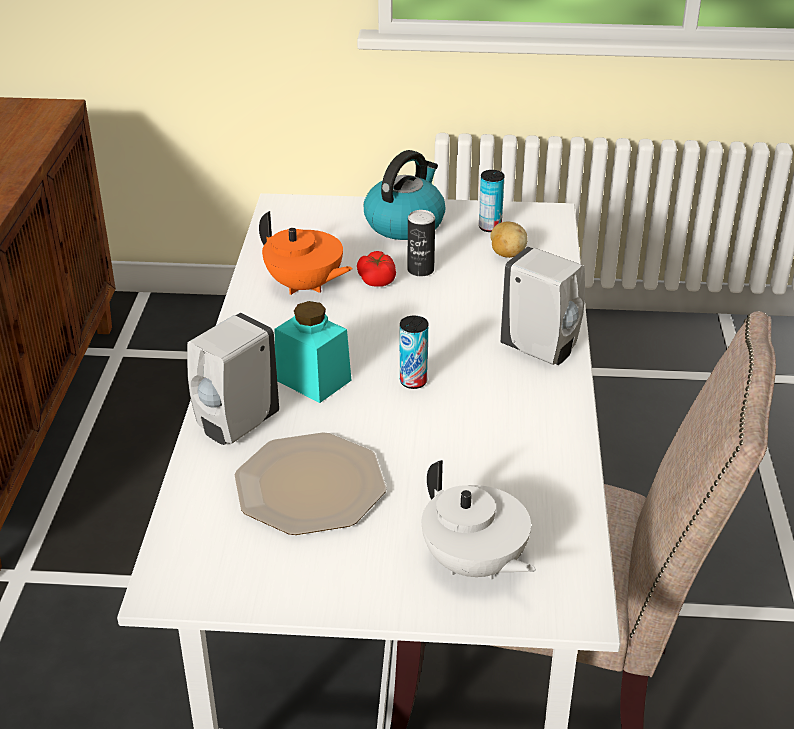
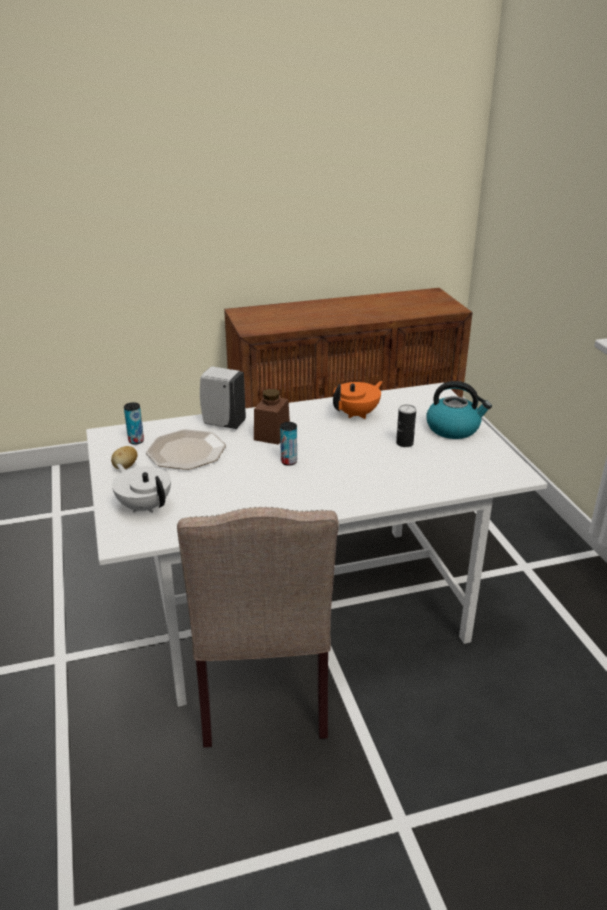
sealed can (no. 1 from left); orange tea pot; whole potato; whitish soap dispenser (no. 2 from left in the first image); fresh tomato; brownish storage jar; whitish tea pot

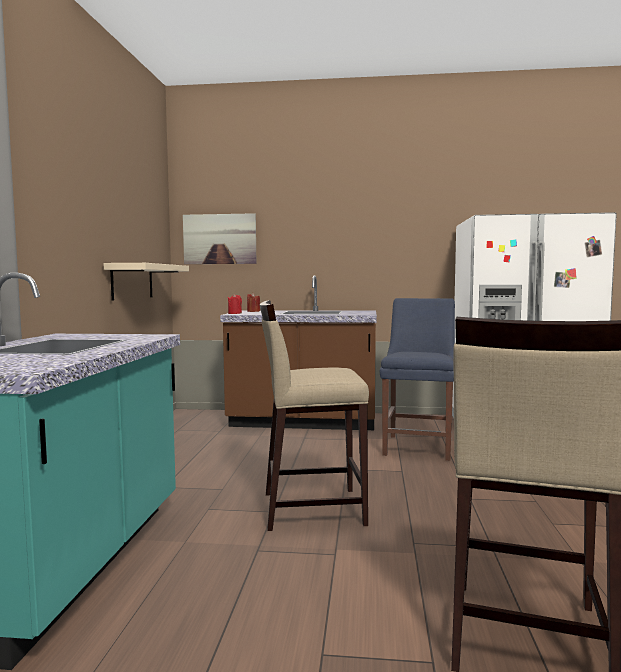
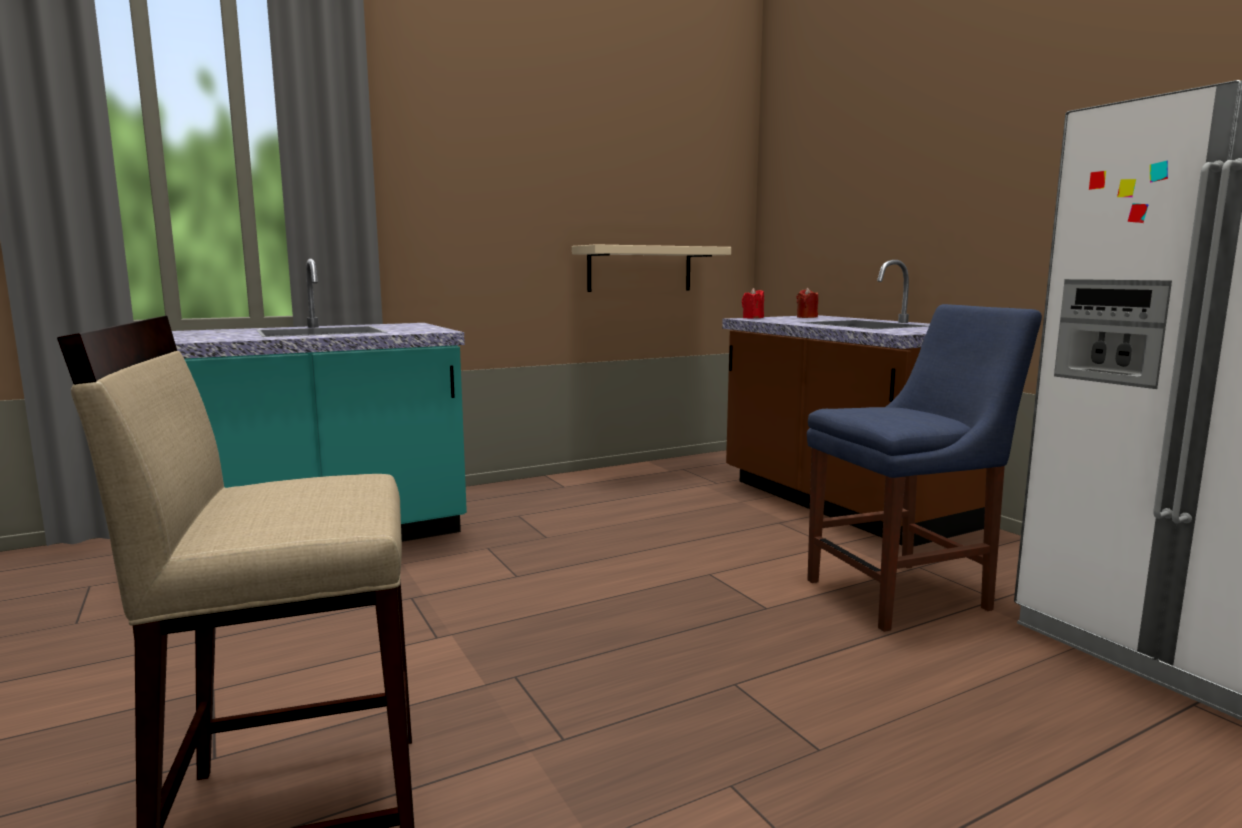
picture; beige stool seat (no. 1 from left in the first image)

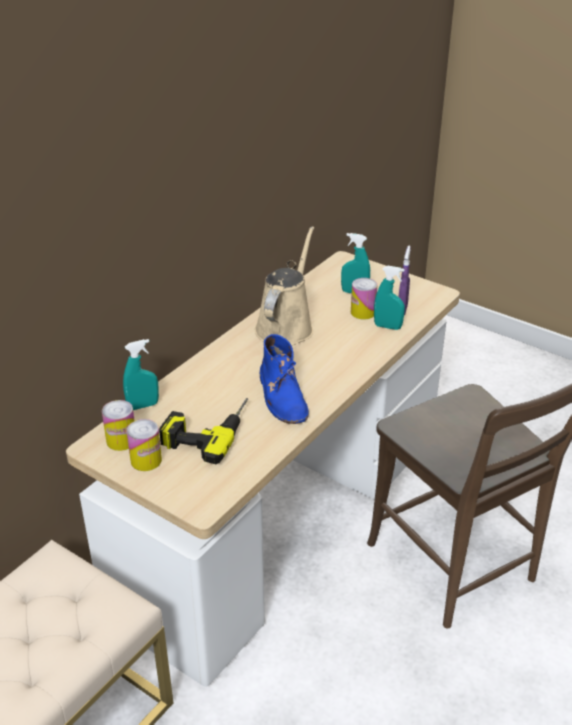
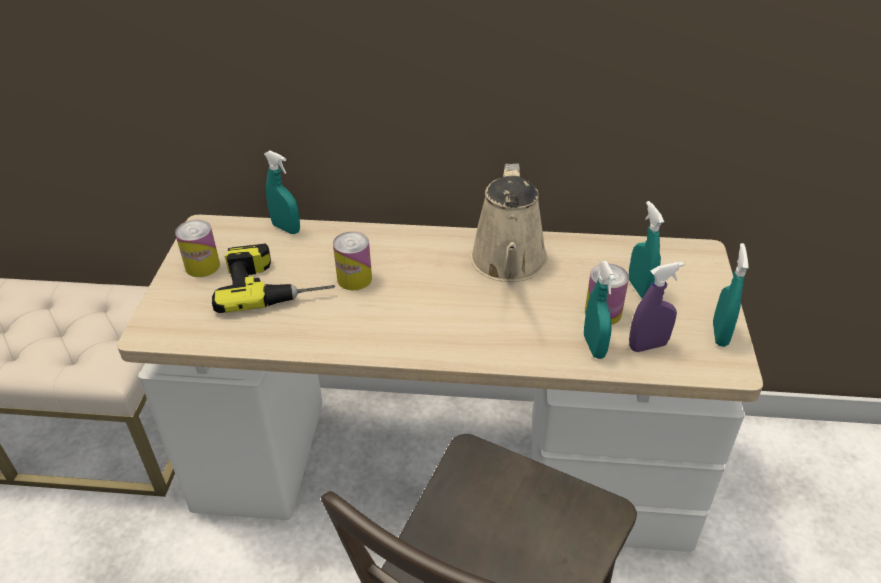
beige watering pot; blue boot; sealed can (no. 2 from left); blue-green hand sprayer (no. 4 from left)

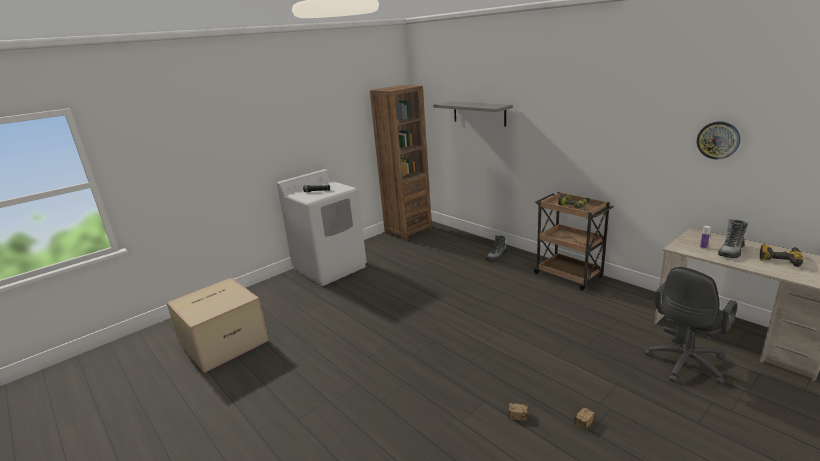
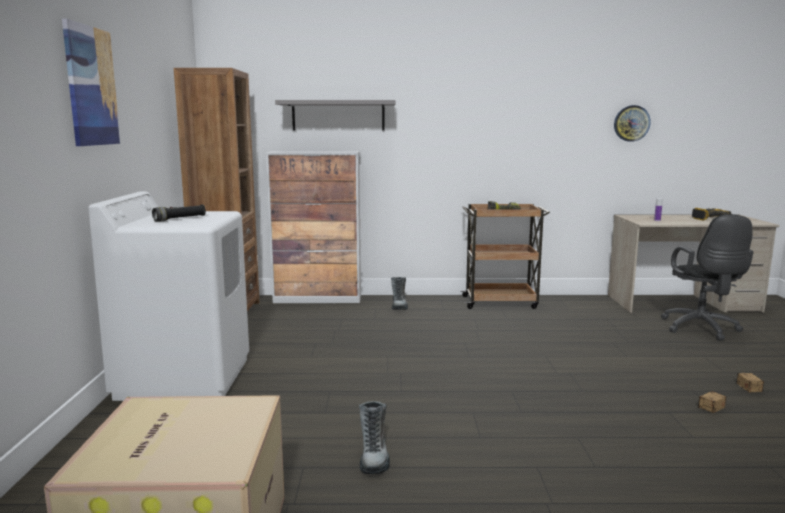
boot (no. 1 from left); picture; cabinet

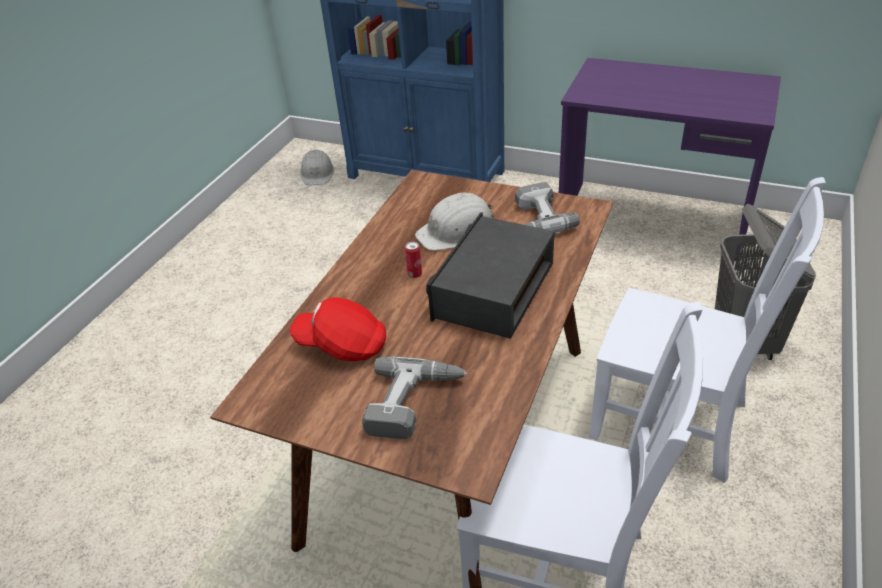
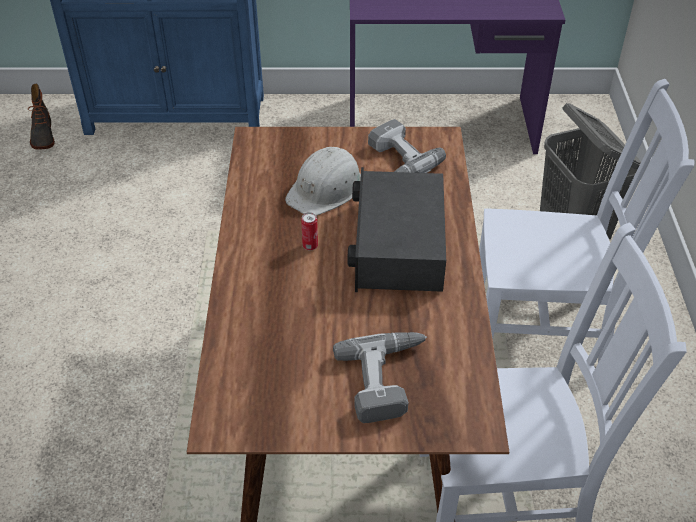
boot; red-coloured baseball cap

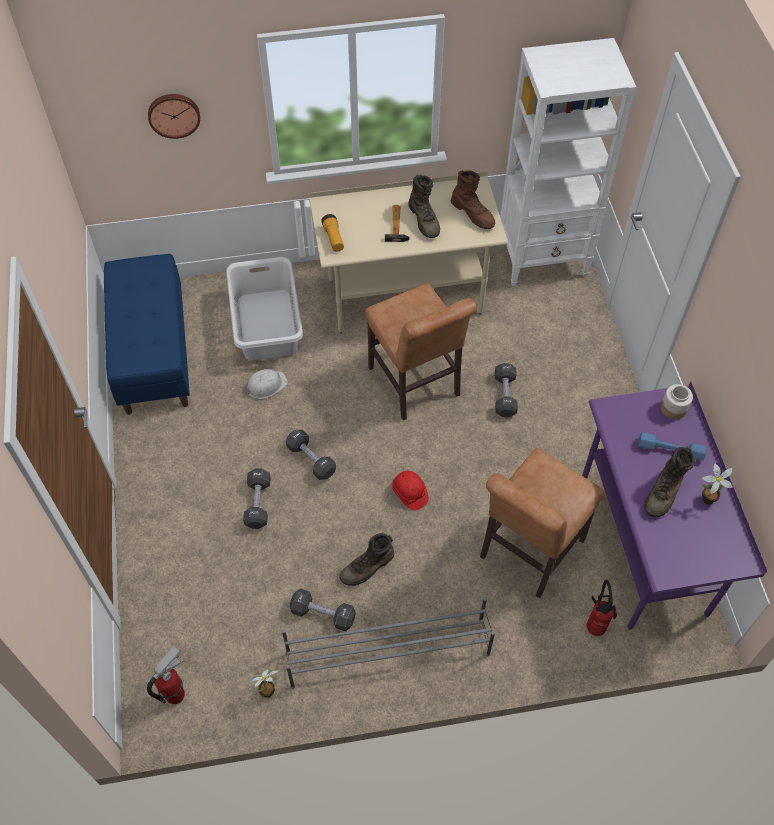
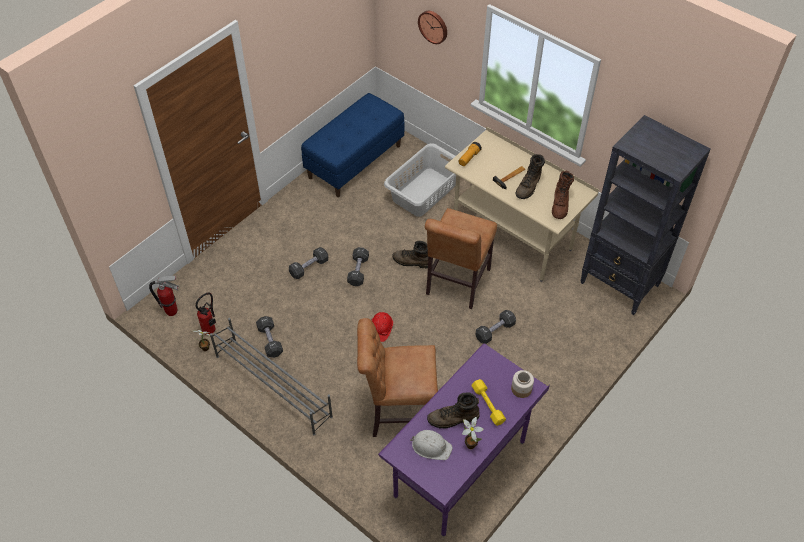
black bookcase; whitish safety helmet; yellowish free weight; brownish boot (no. 1 from left); extinguisher (no. 2 from left)

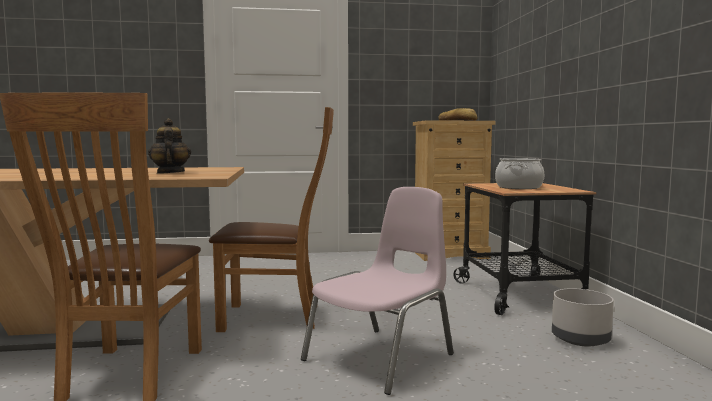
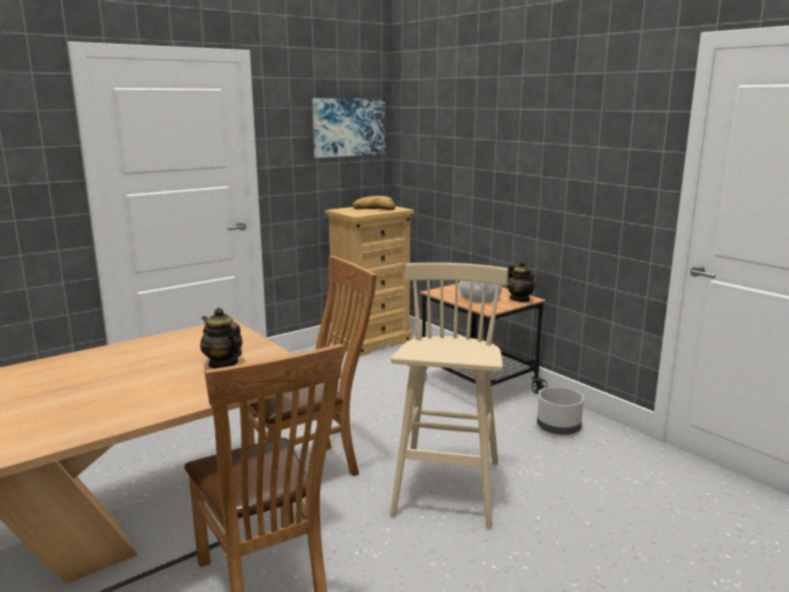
beige stool seat; picture; tea pot (no. 2 from left)

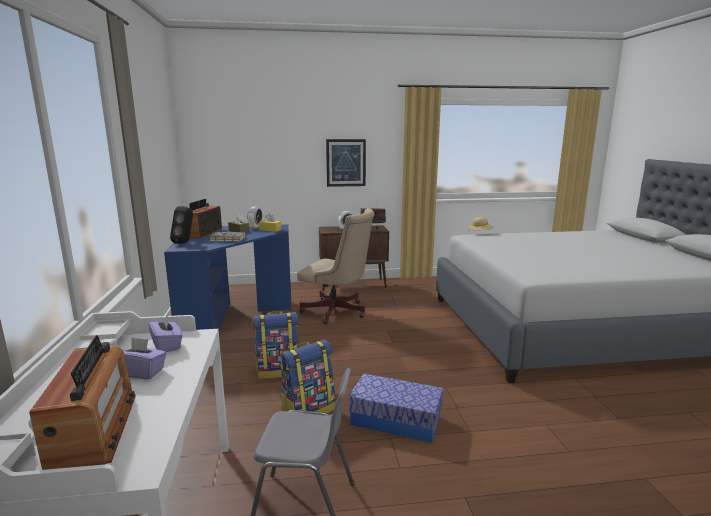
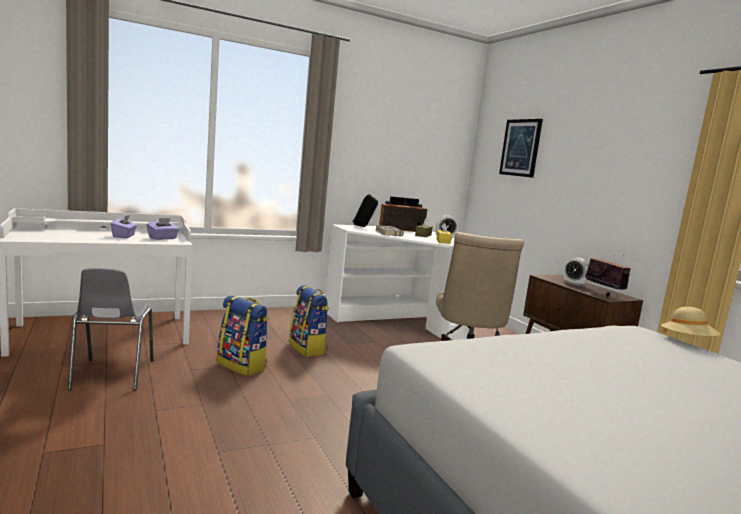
picture; whitish desk (no. 2 from left); radio set (no. 1 from left in the first image); storage container

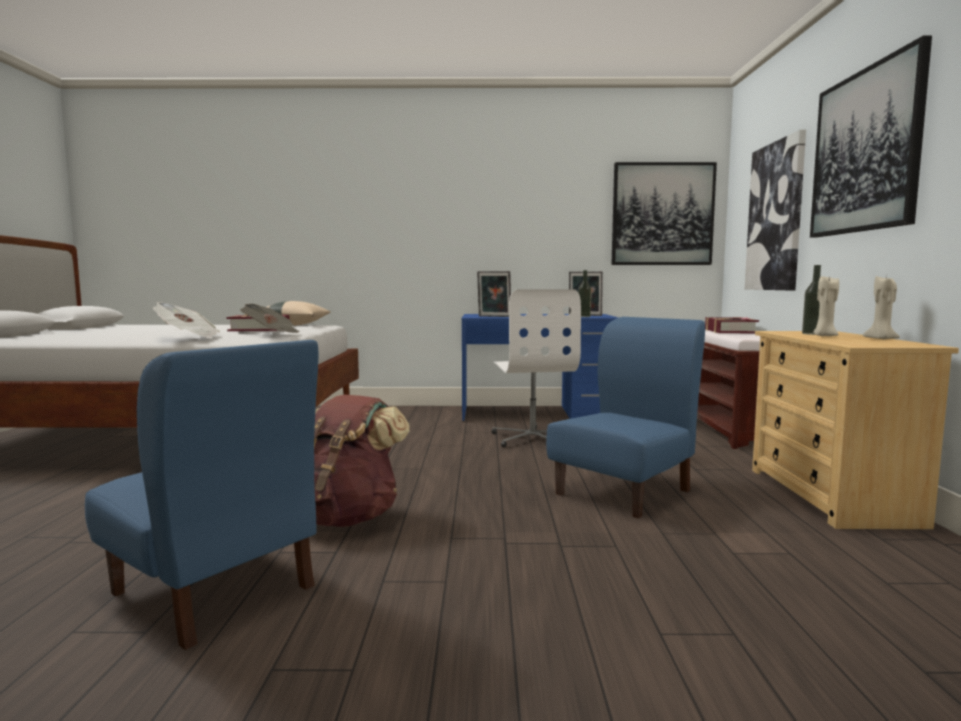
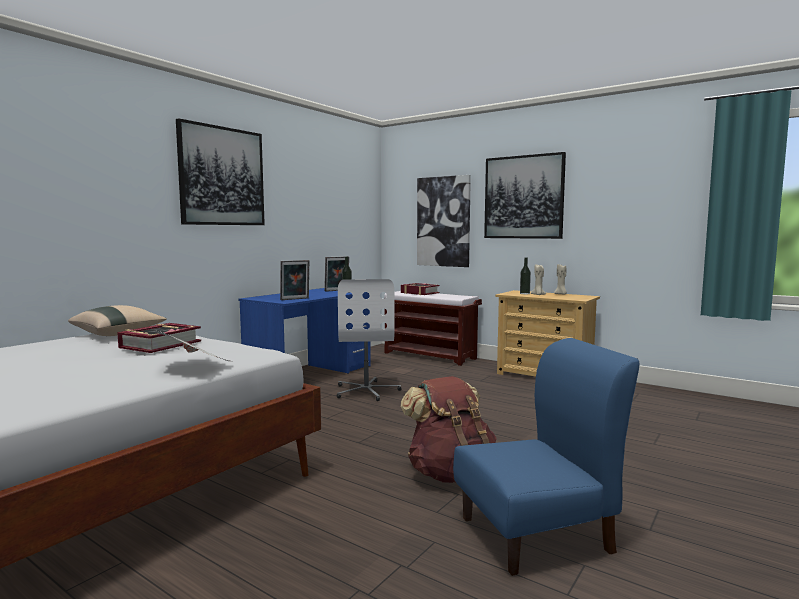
picture (no. 1 from left); whitish computer chair; printed paper (no. 2 from left in the first image); blue plain chair (no. 2 from left in the first image)

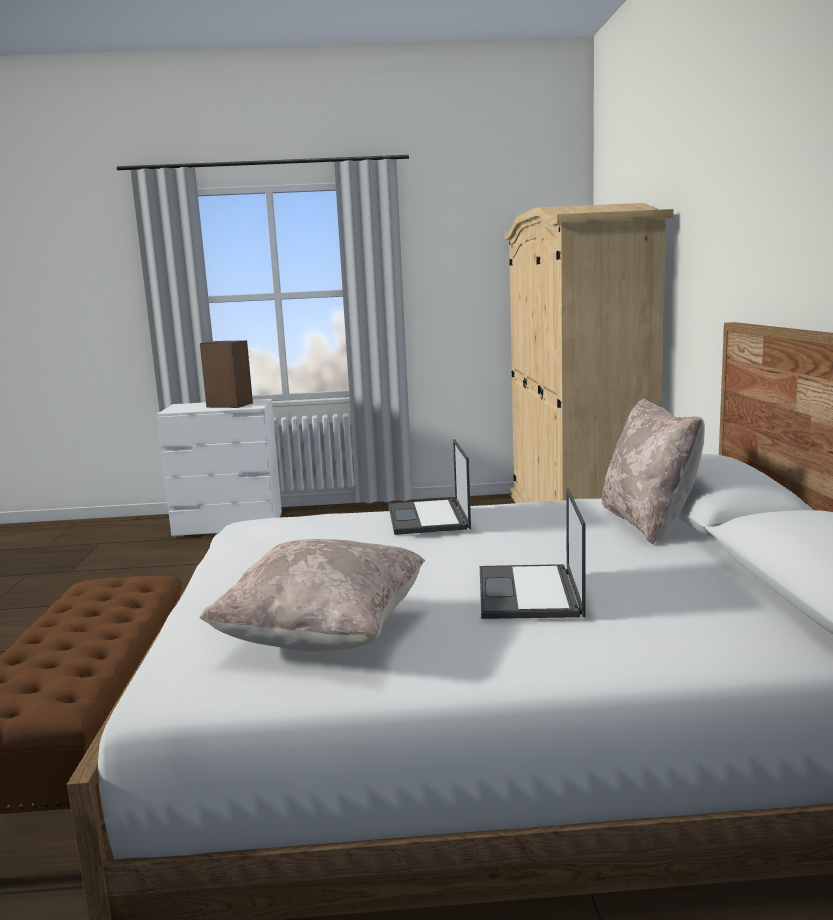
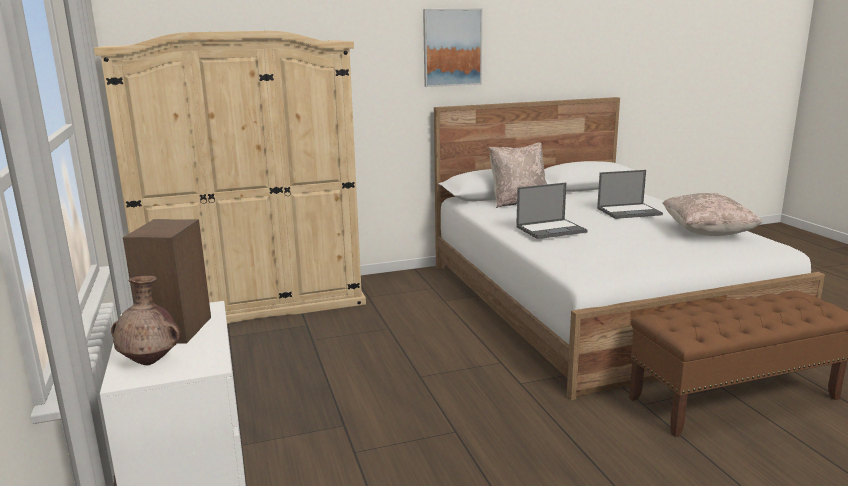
picture; brownish vase

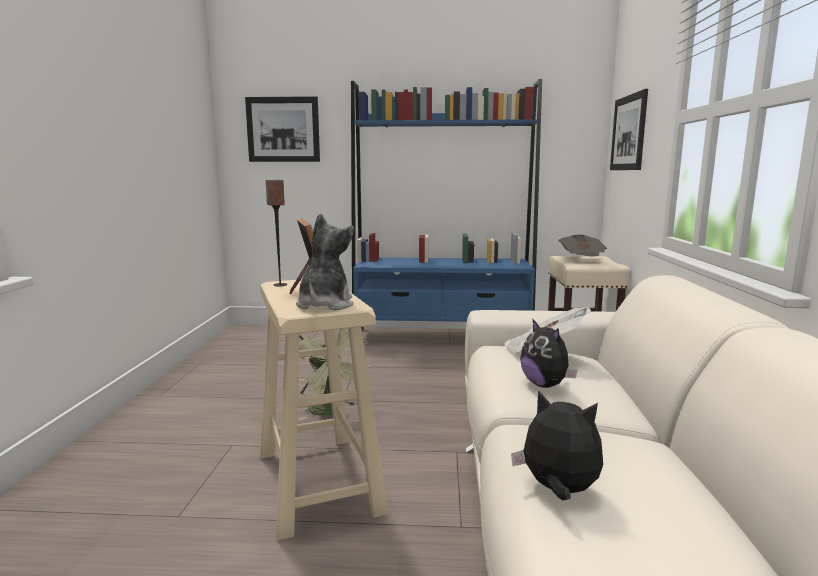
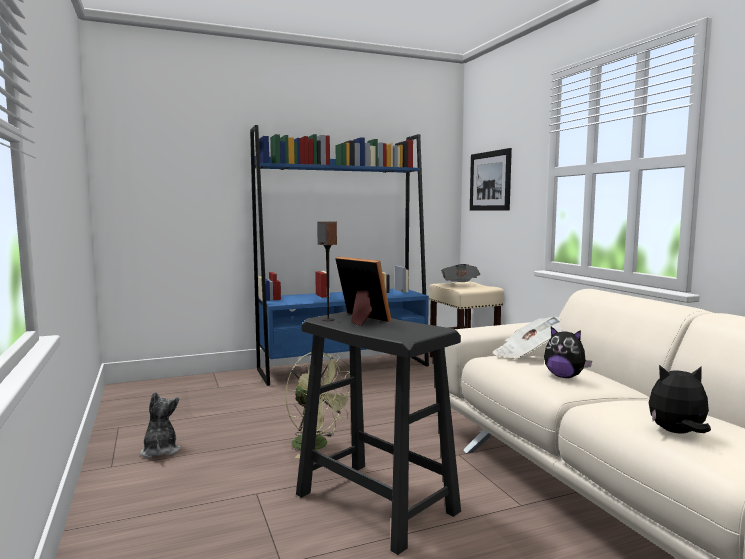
picture (no. 1 from left in the first image); cuddly toy (no. 1 from left); black stool seat

